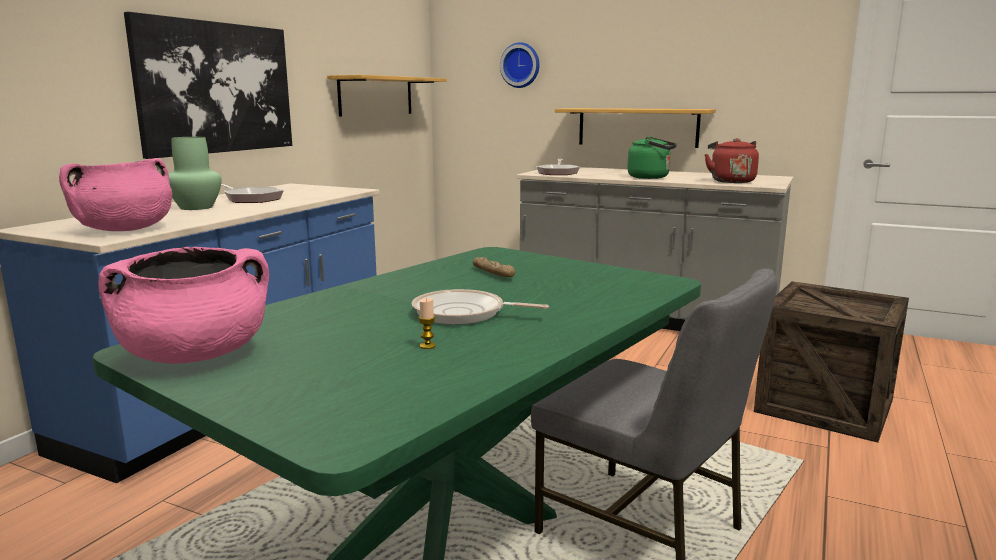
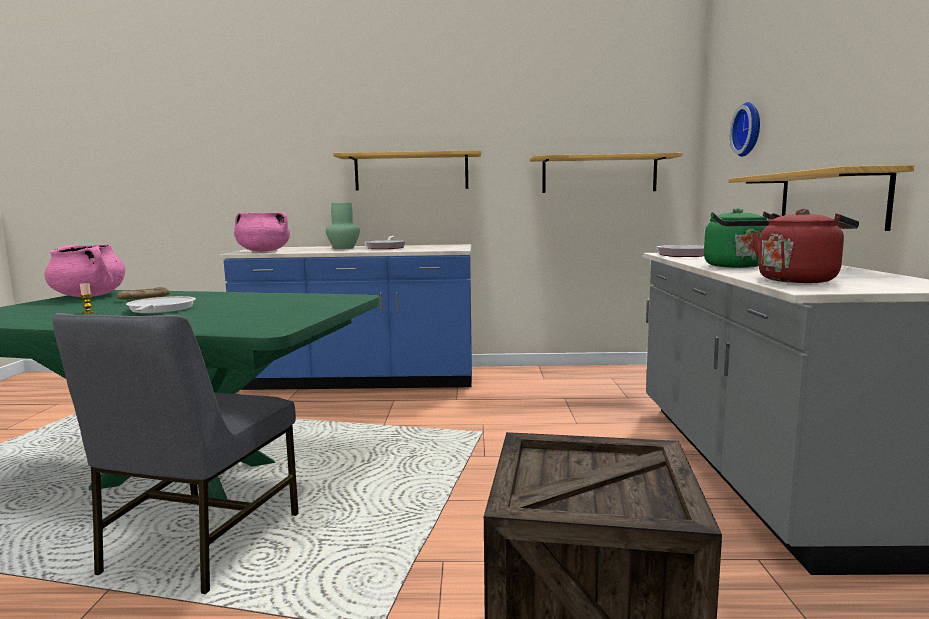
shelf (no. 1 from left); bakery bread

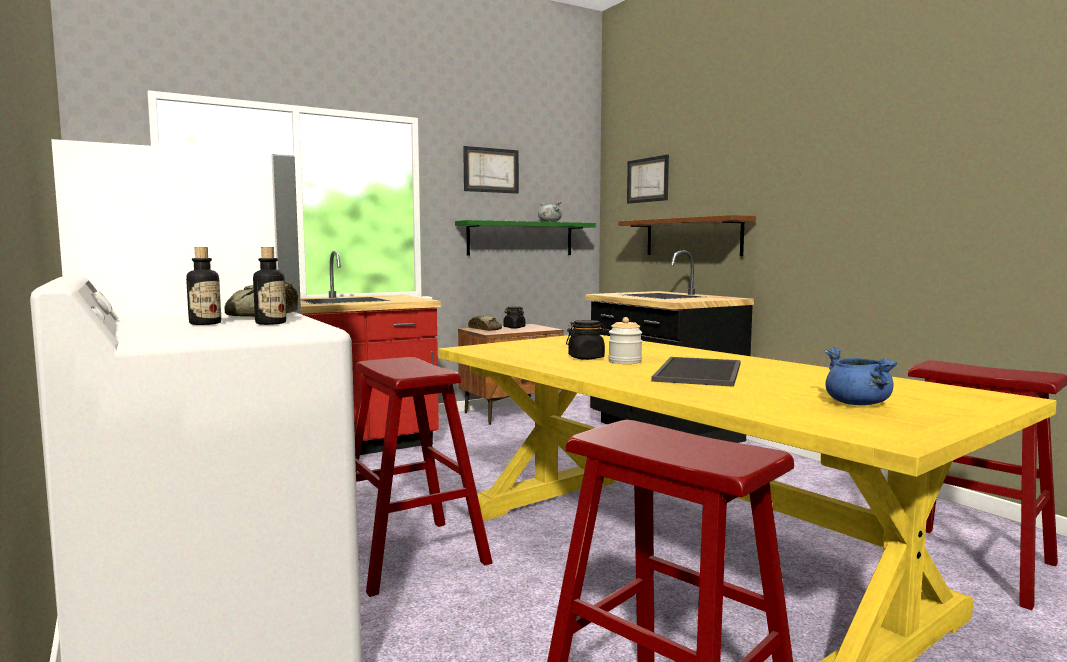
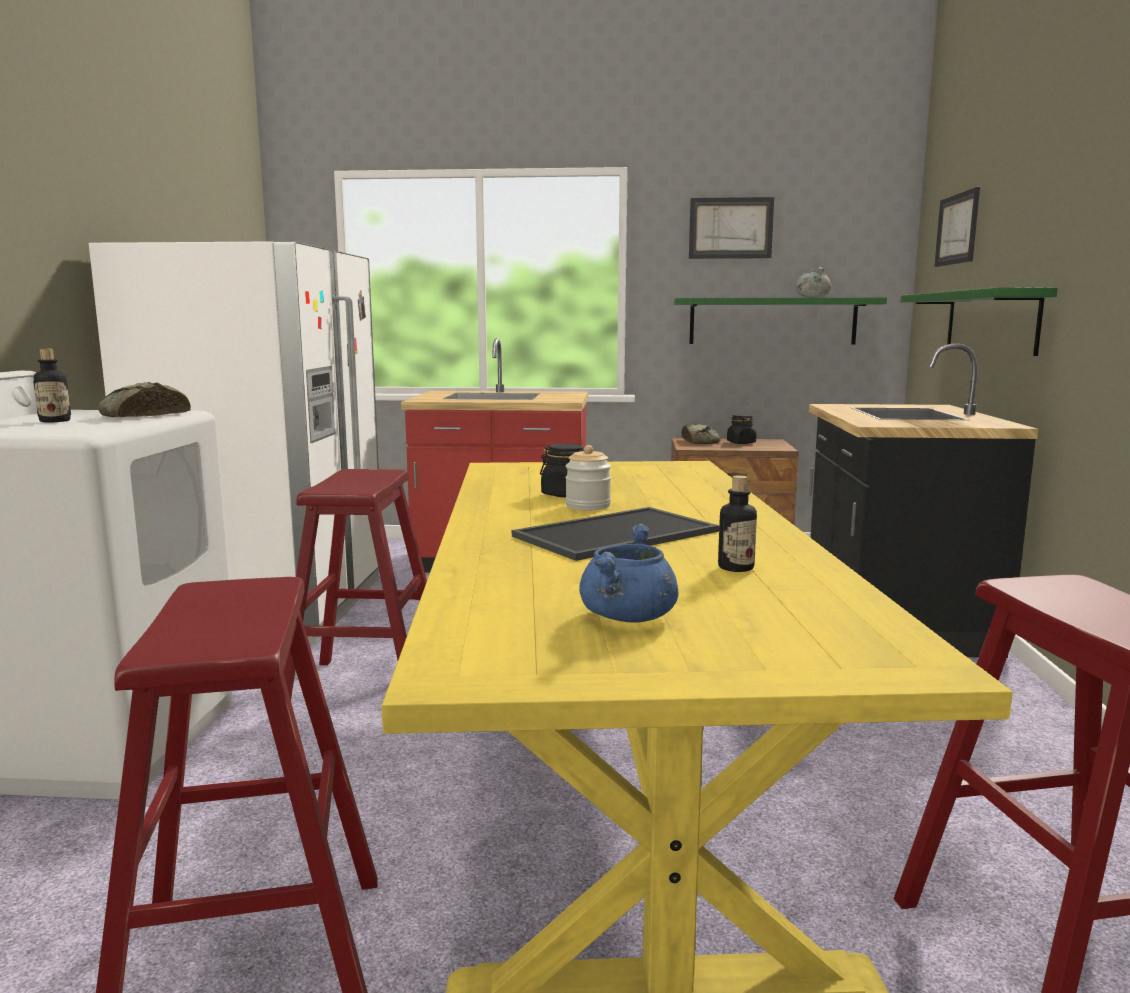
green shelf (no. 2 from left); bottle (no. 2 from left)

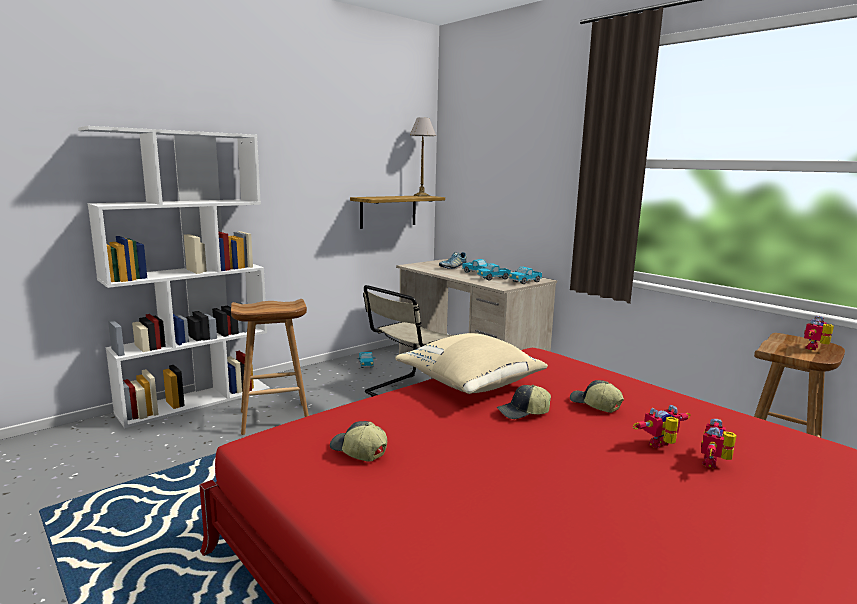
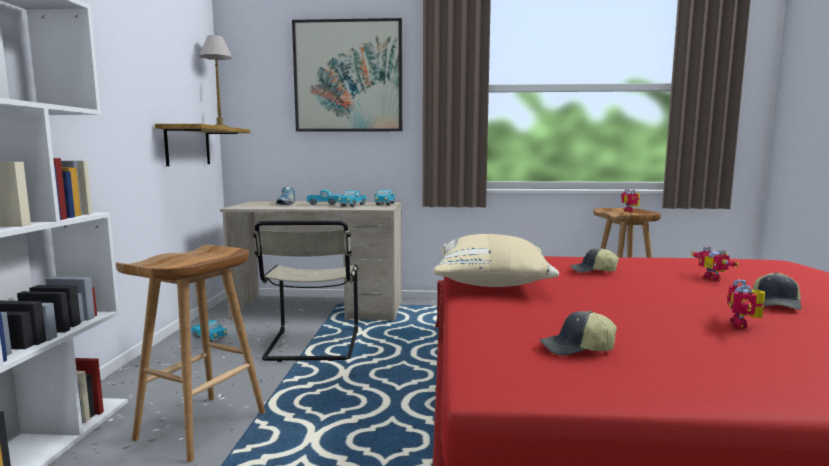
baseball cap (no. 3 from left); toy robot (no. 3 from left); picture

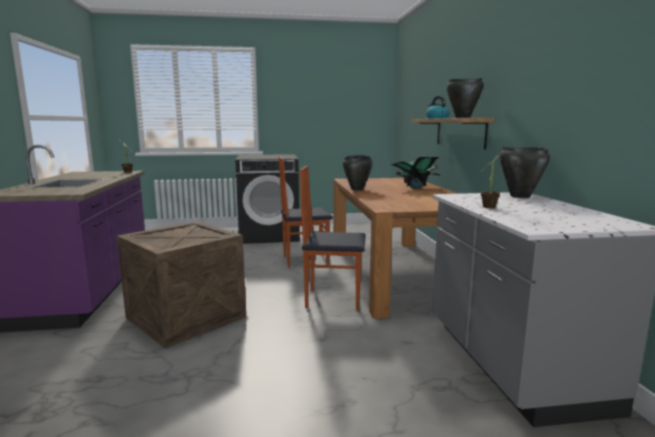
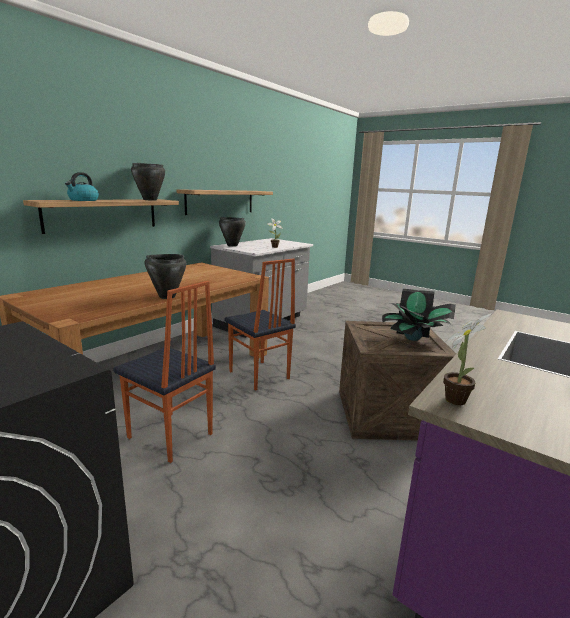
houseplant (no. 2 from left); shelf (no. 2 from left)

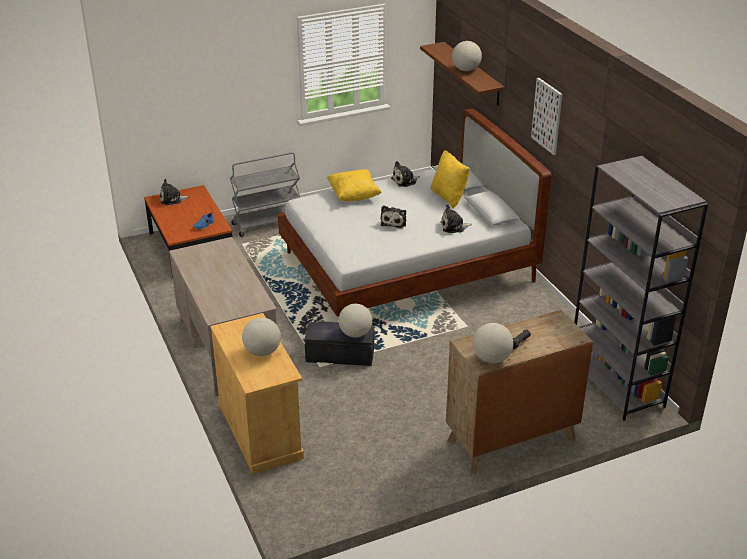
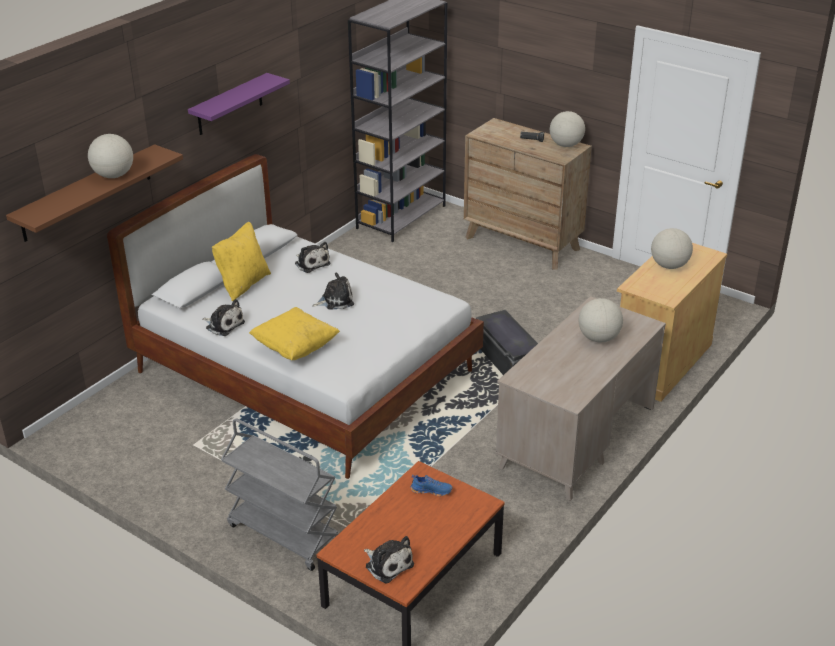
purple-coloured shelf; world globe (no. 3 from left)

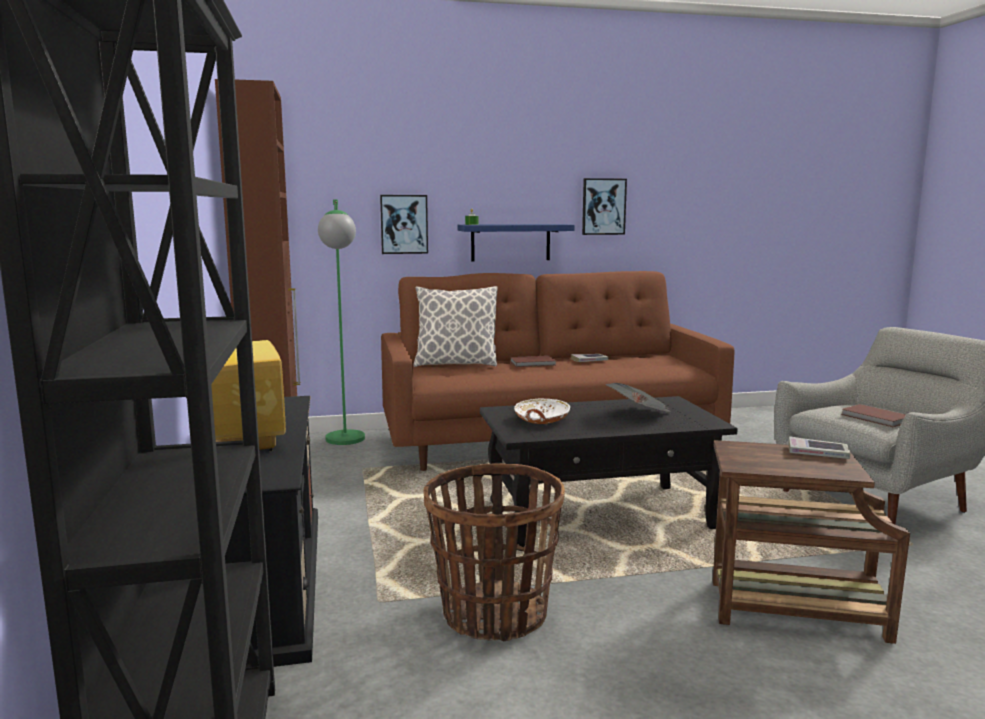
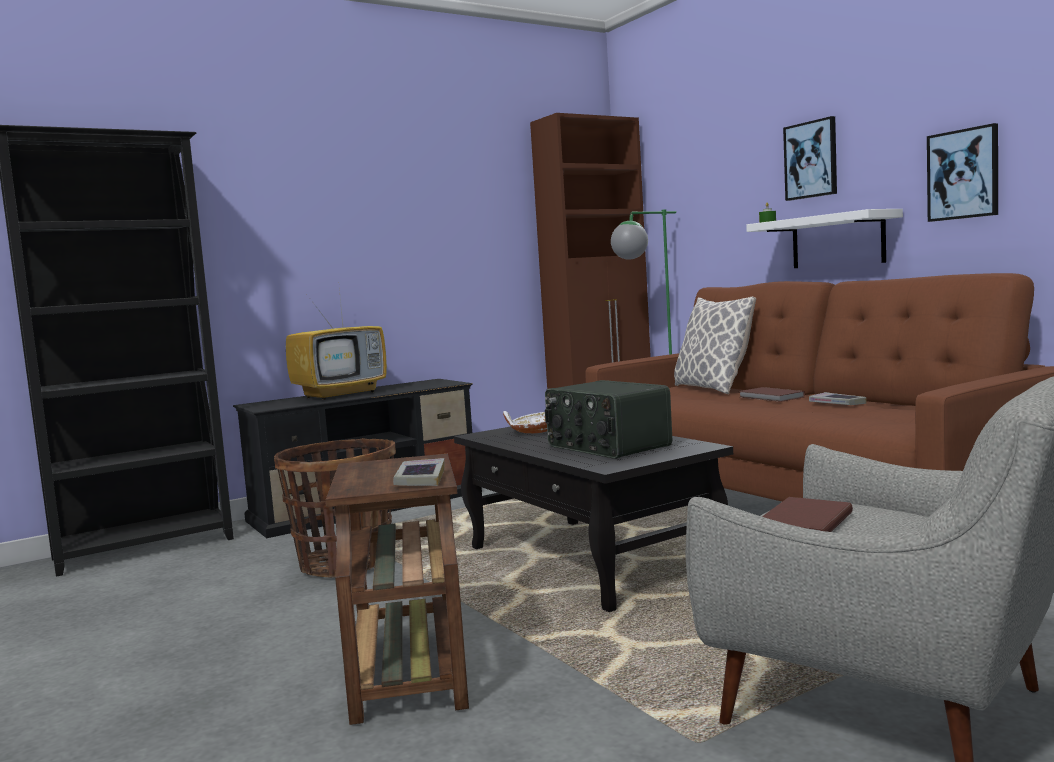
picture (no. 1 from left); whitish shelf; radio set

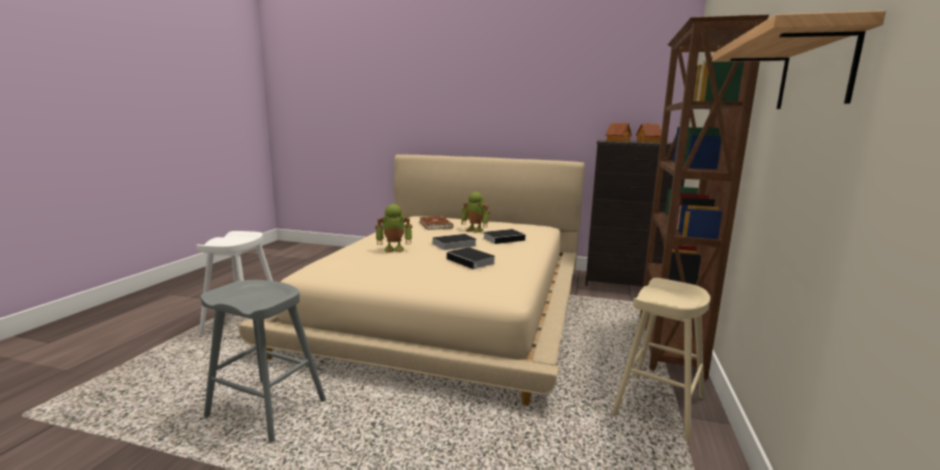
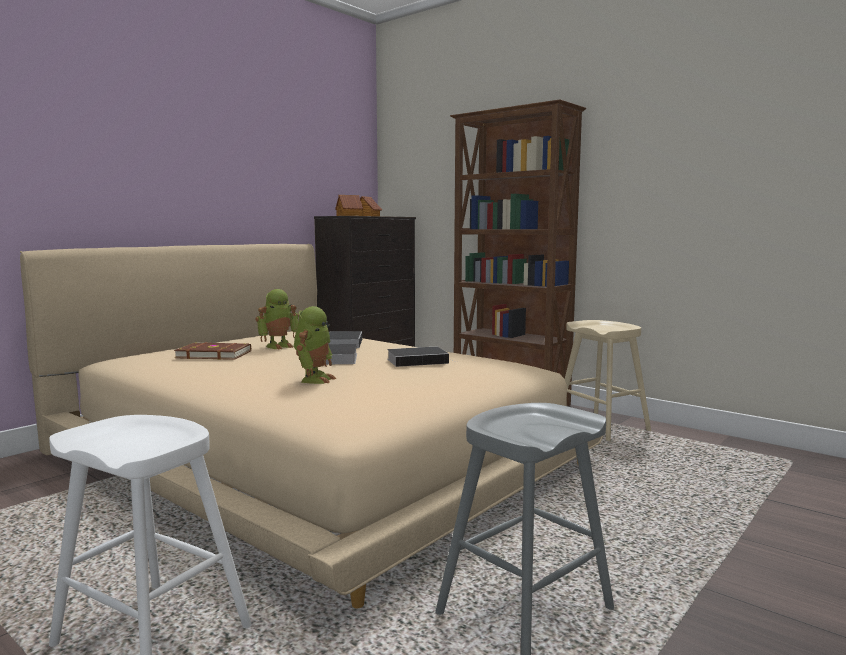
shelf

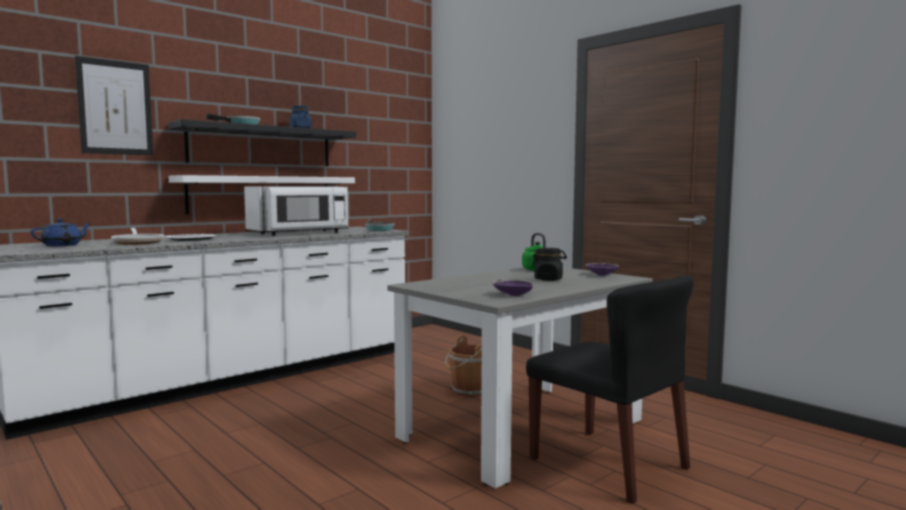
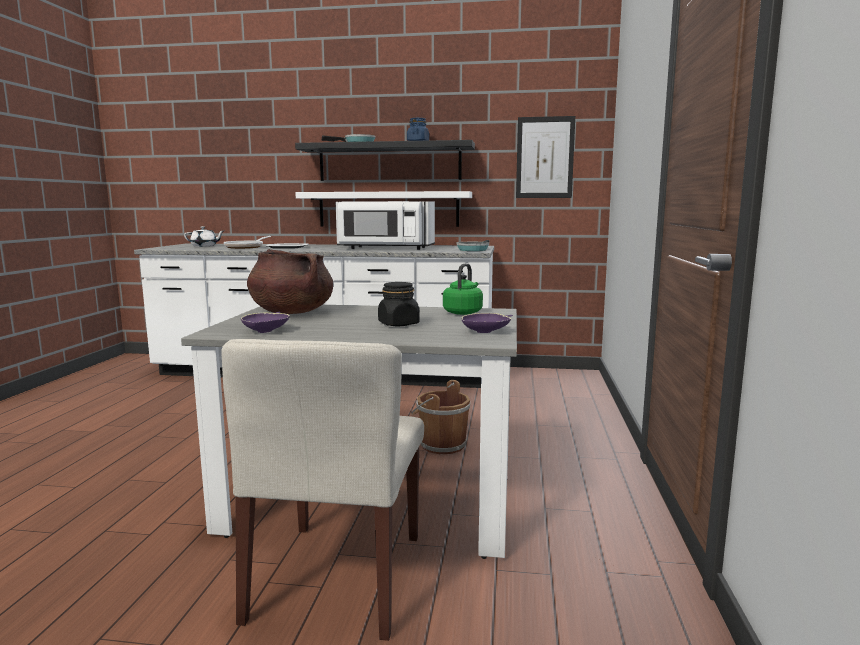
picture; whitish tea pot; beige plain chair; brownish saucepot

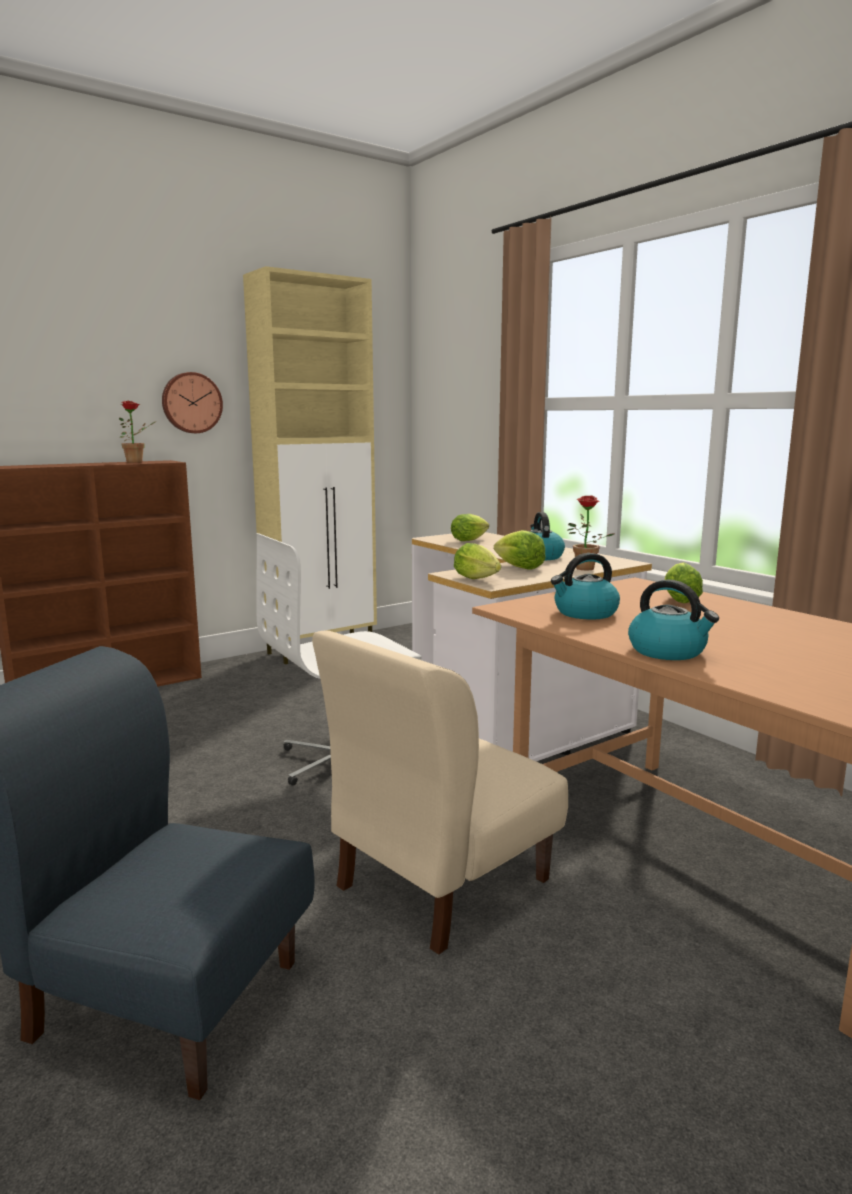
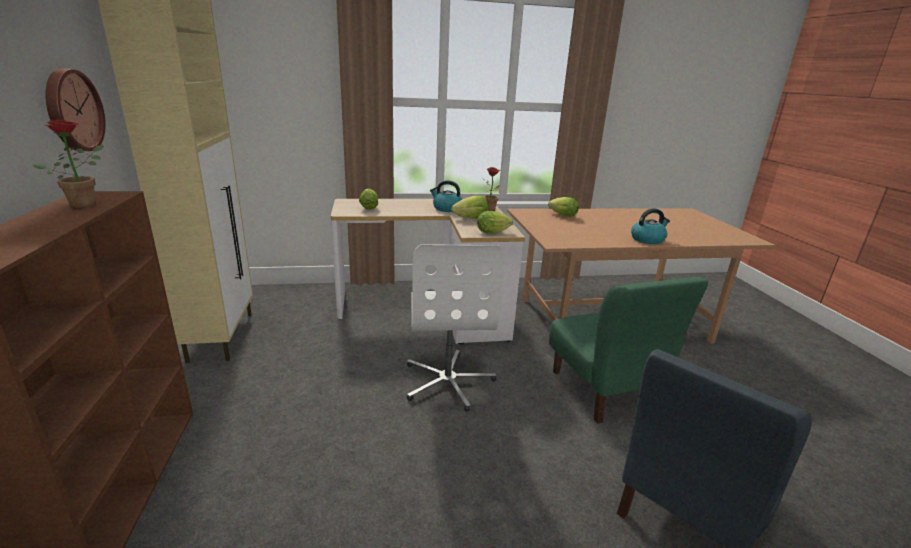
kettle (no. 2 from left in the first image); green plain chair

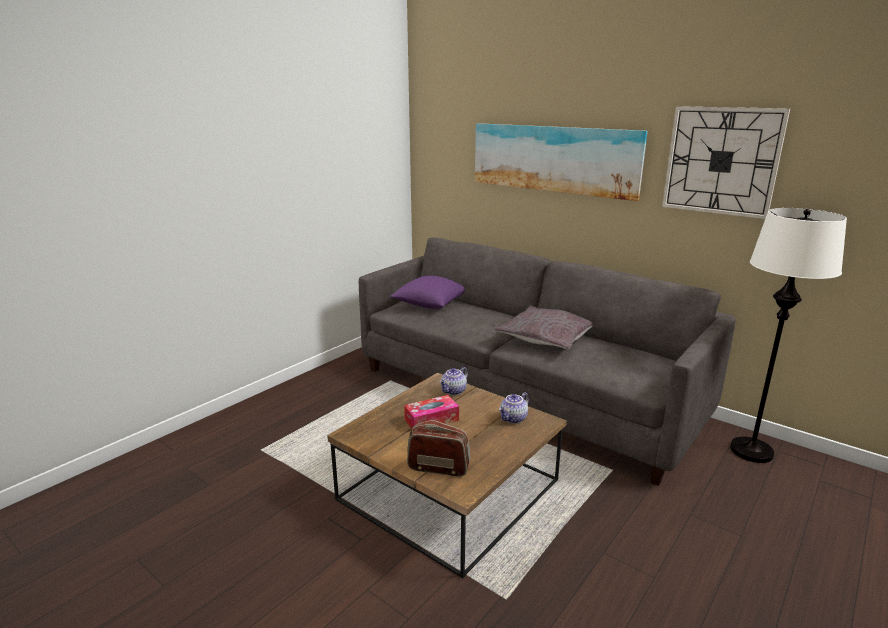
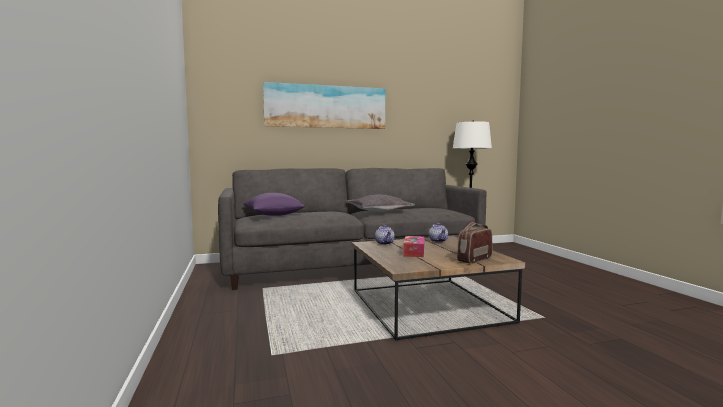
clock on the wall

